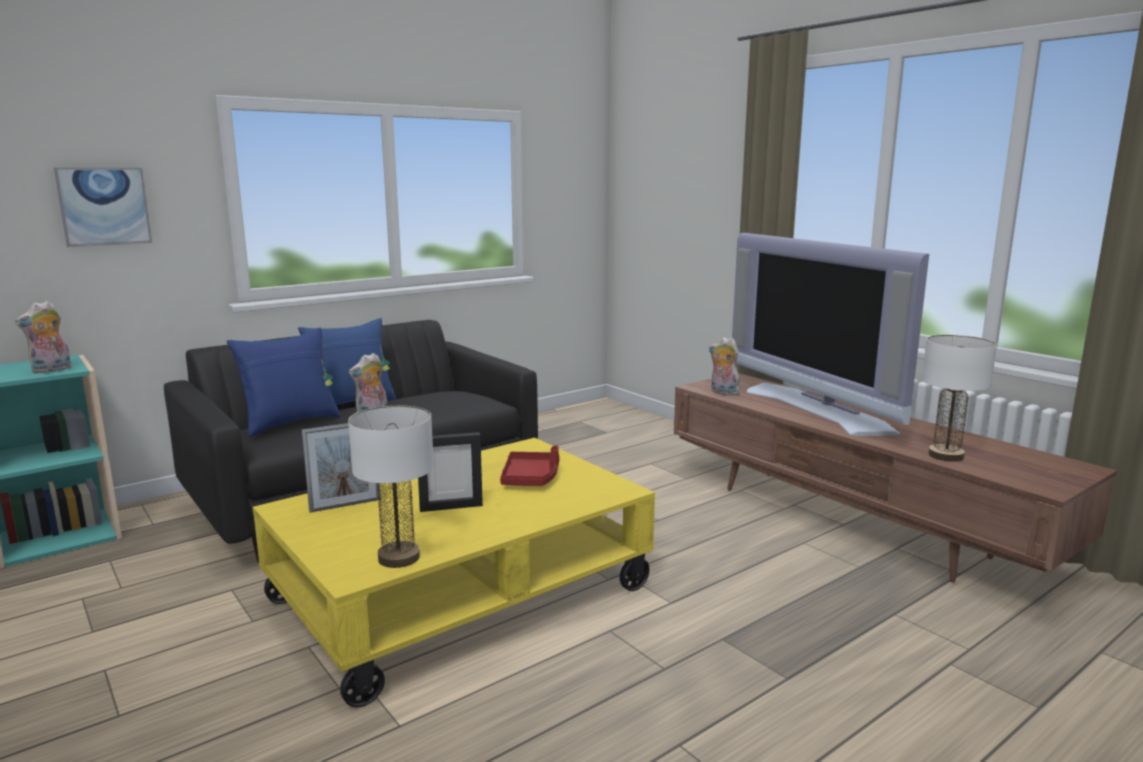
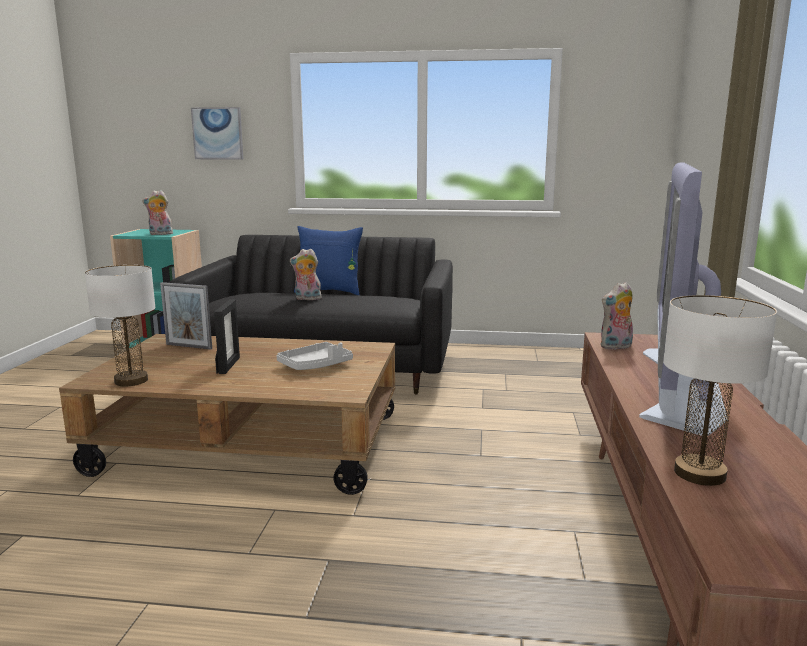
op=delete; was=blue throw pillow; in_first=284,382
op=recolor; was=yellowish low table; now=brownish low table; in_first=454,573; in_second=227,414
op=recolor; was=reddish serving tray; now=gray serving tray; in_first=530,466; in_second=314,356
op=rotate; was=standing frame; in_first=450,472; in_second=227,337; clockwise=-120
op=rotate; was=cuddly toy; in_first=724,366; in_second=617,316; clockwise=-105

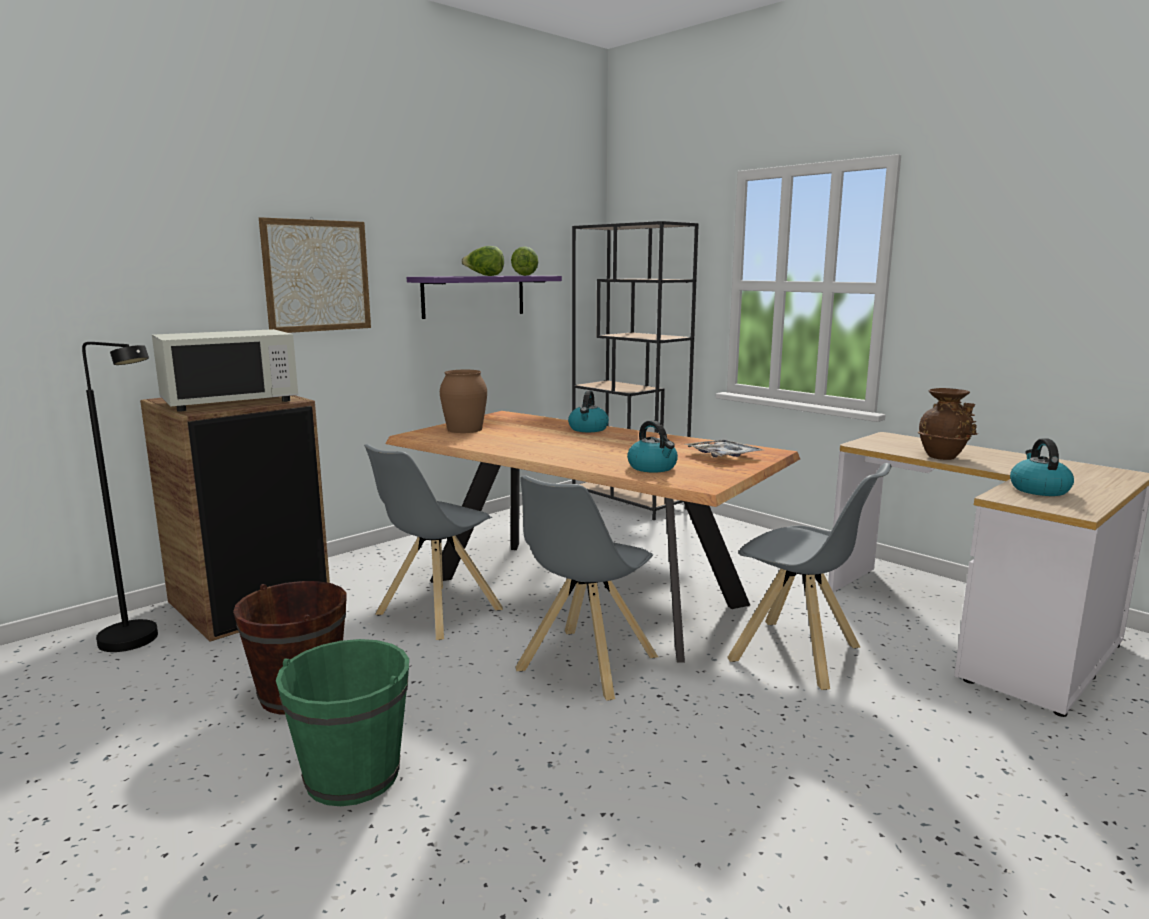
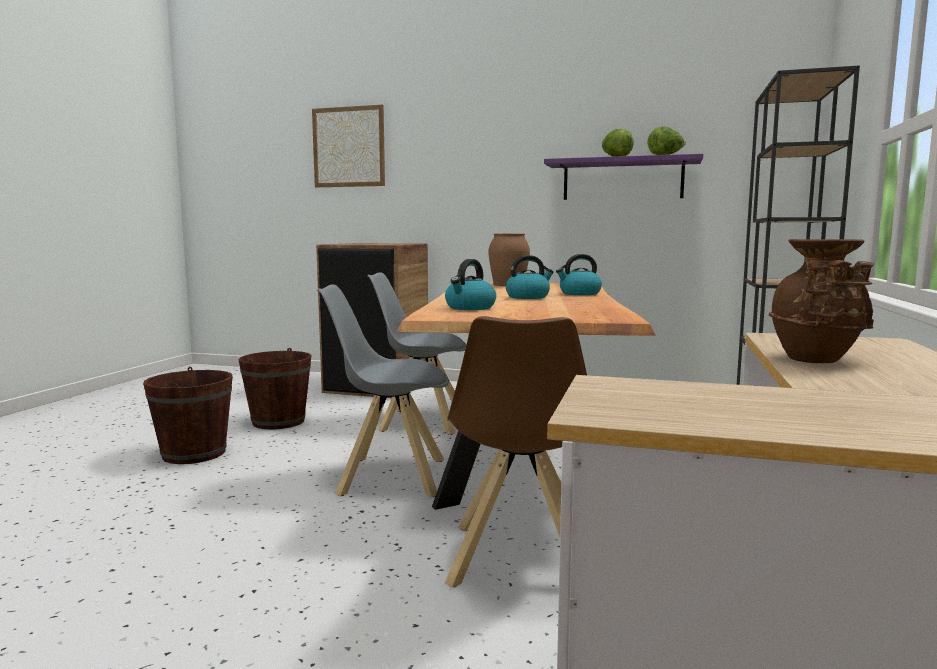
op=delete; was=black-coloured floor lamp; in_first=120,497
op=delete; was=white microwave; in_first=225,370
op=delete; was=serving tray; in_first=724,448
op=move; was=picture; in_first=315,275; in_second=348,146
op=move; was=tea kettle; in_first=1042,467; in_second=530,277
op=recolor; was=green-coloured pail; now=brownish pail; in_first=342,722; in_second=188,415
op=recolor; was=gray upright chair; now=brownish upright chair; in_first=809,576; in_second=516,452

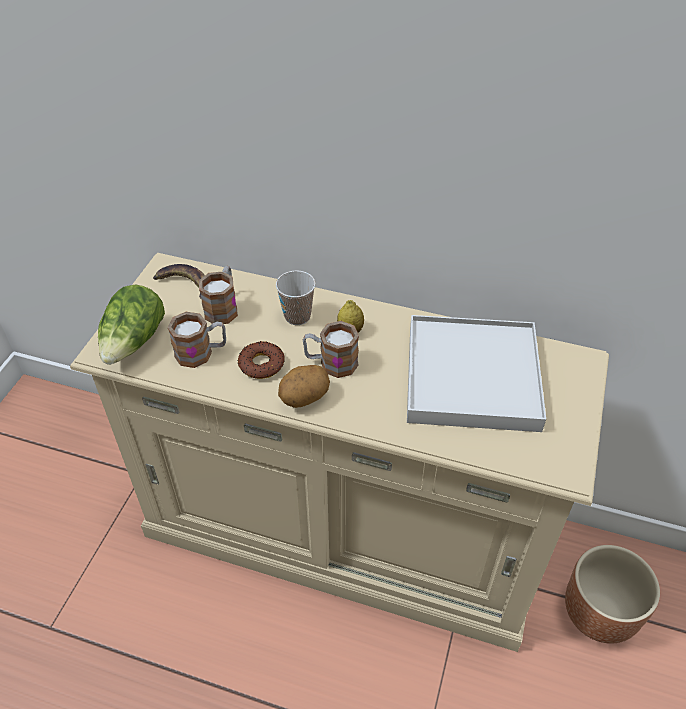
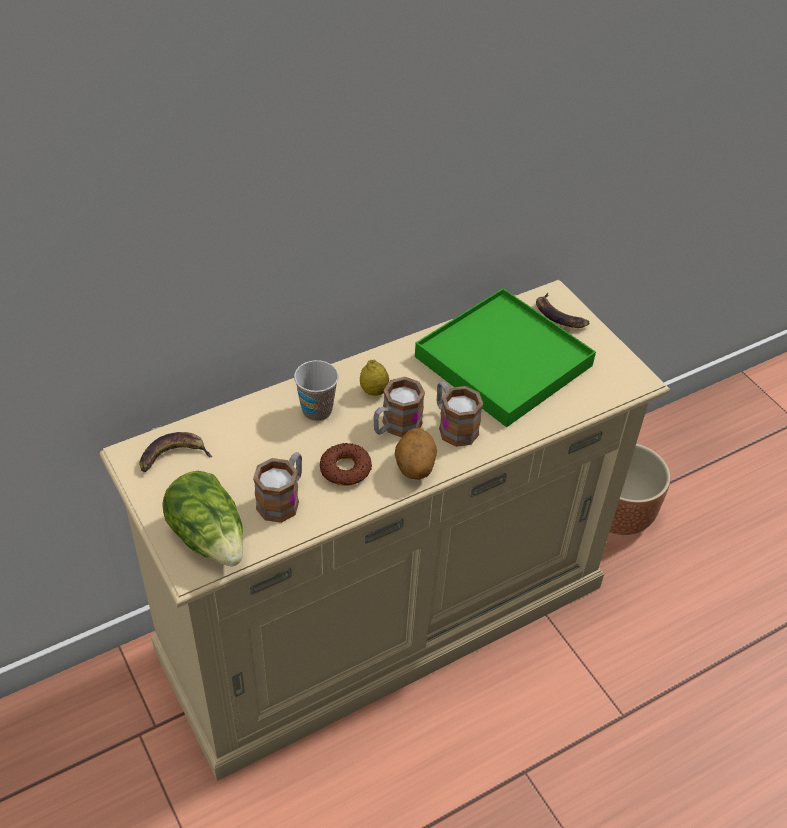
op=insert; now=banana fruit; in_second=563,310
op=move; was=tea mug; in_first=218,295; in_second=460,414
op=recolor; was=white serving tray; now=green-coloured serving tray; in_first=476,373; in_second=505,357

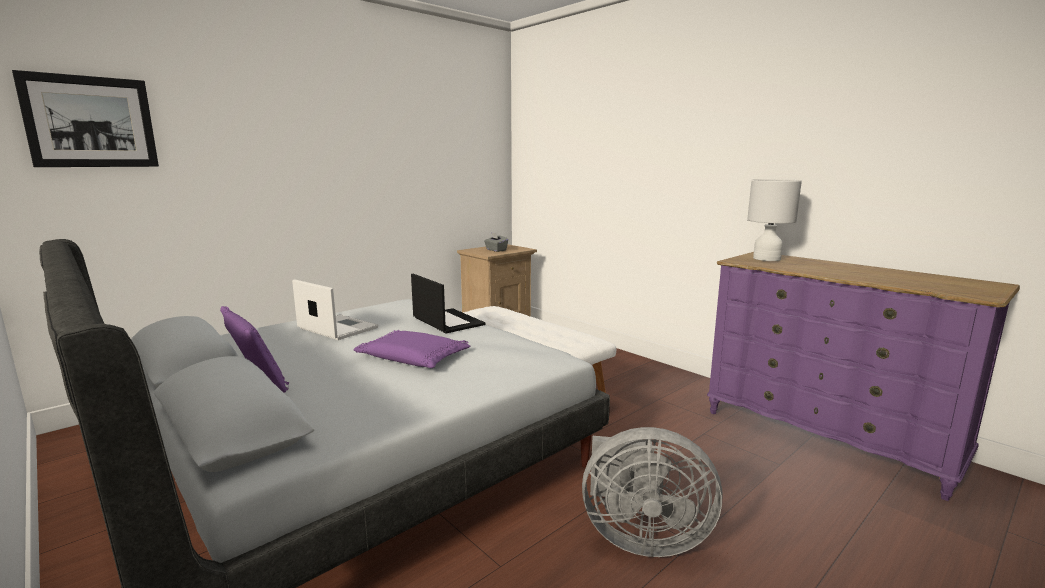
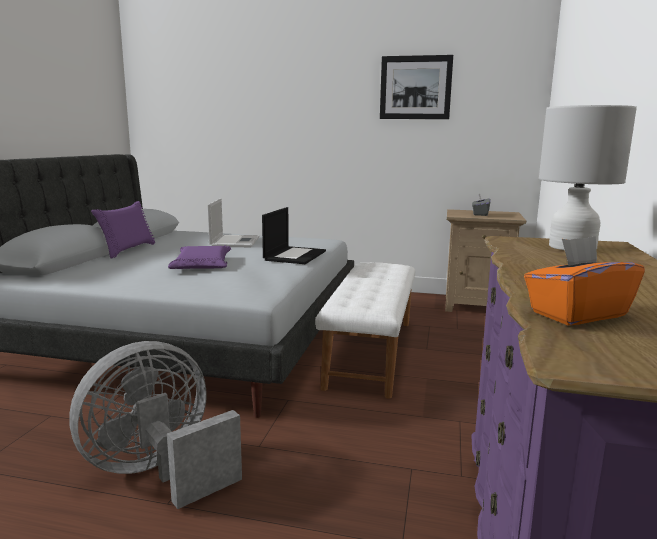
op=insert; now=orange-coloured tissue box; in_second=584,280
op=move; was=picture; in_first=85,118; in_second=416,87
op=rotate; was=gray fan; in_first=652,492; in_second=155,425; clockwise=75

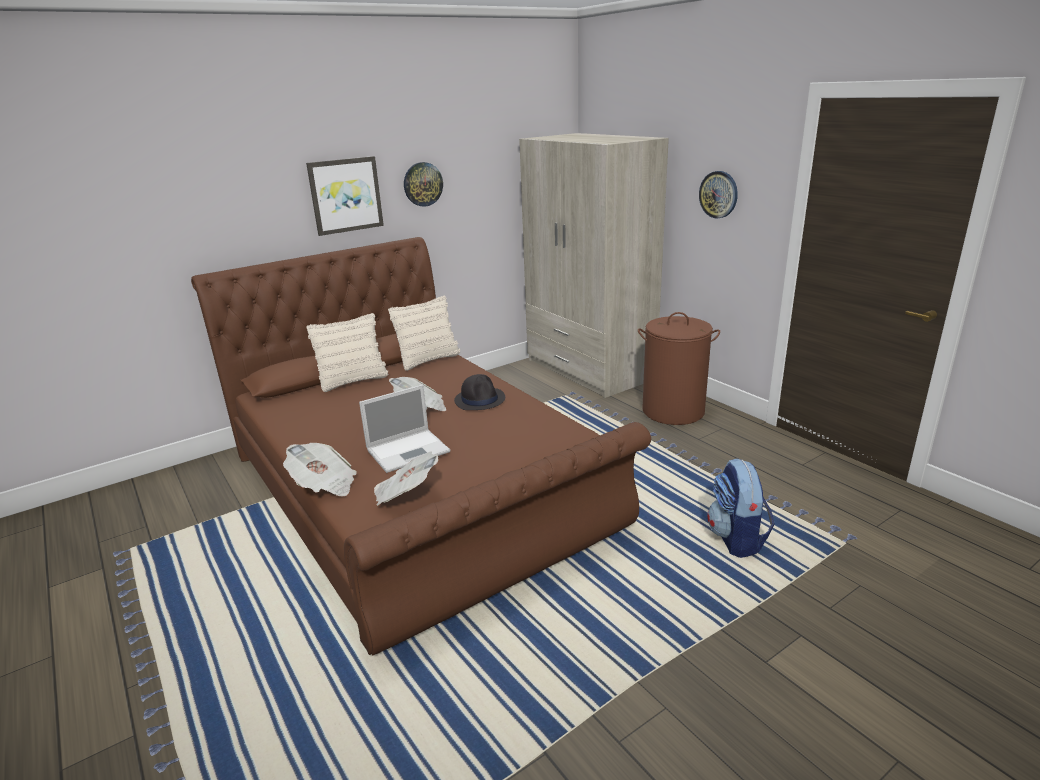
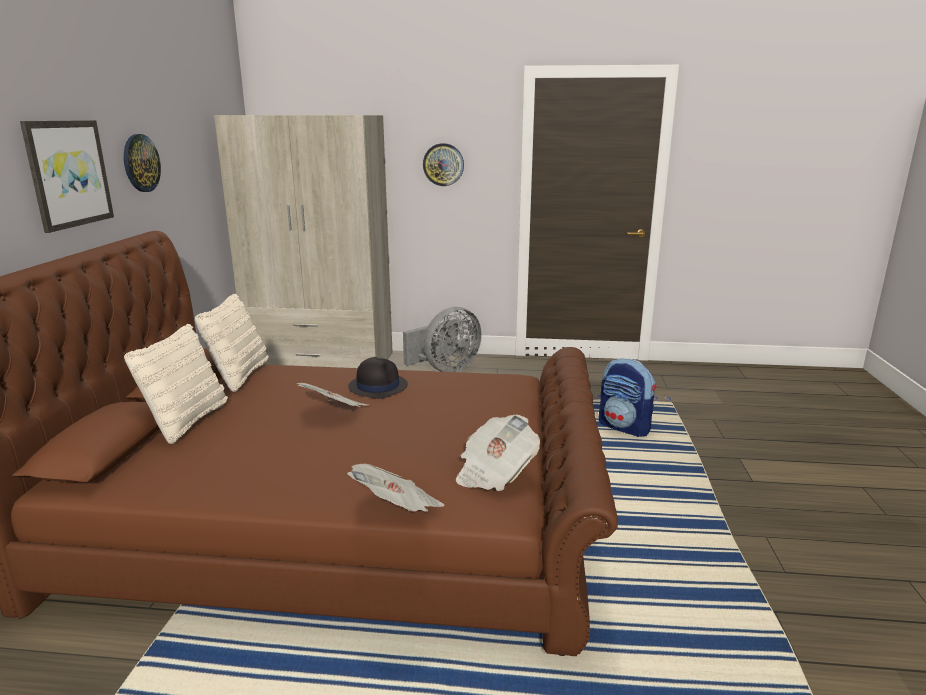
op=delete; was=notebook computer; in_first=404,429
op=replace; was=brownish washing basket; now=gray fan; in_first=679,368; in_second=442,339

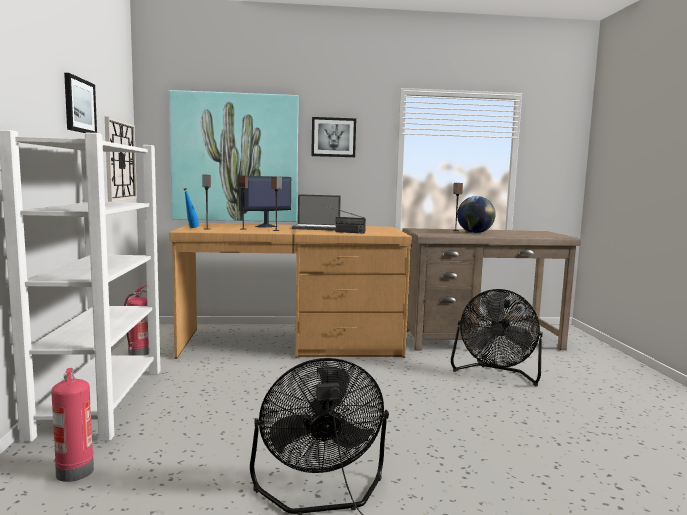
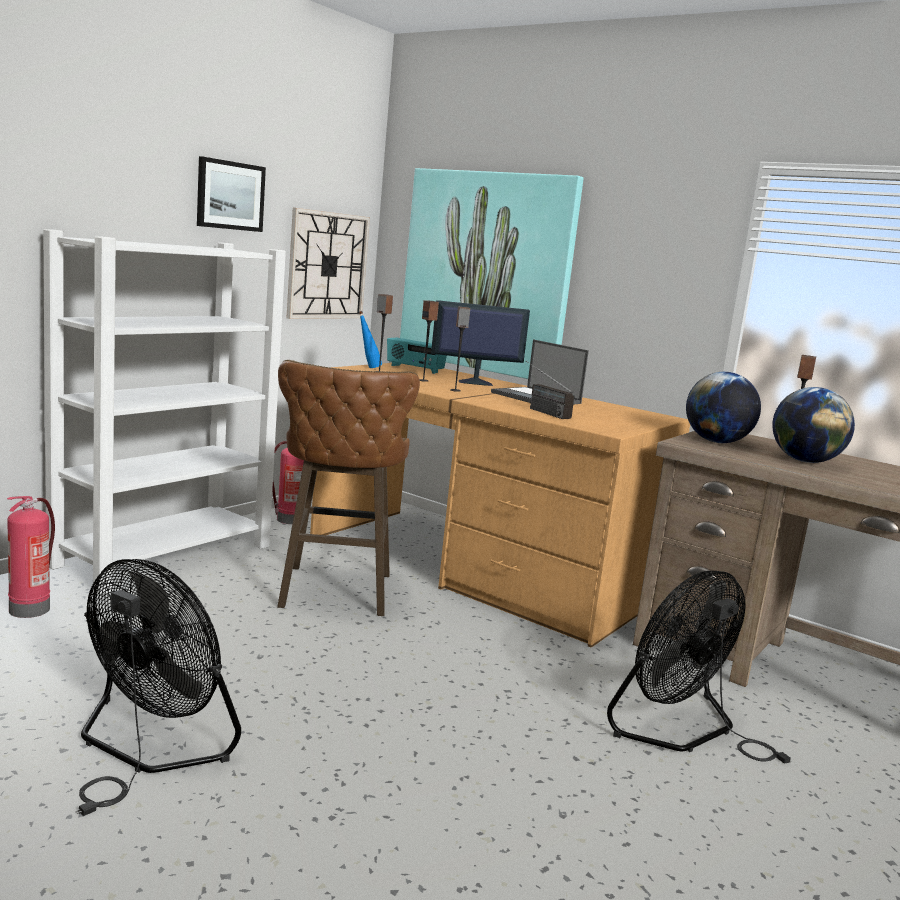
op=delete; was=picture; in_first=333,137
op=insert; now=brownish stool seat; in_second=348,488
op=insert; now=radio receiver; in_second=417,355
op=insert; now=desk globe; in_second=723,407
op=rotate; was=black-coloured fan; in_first=497,337; in_second=699,667; clockwise=75

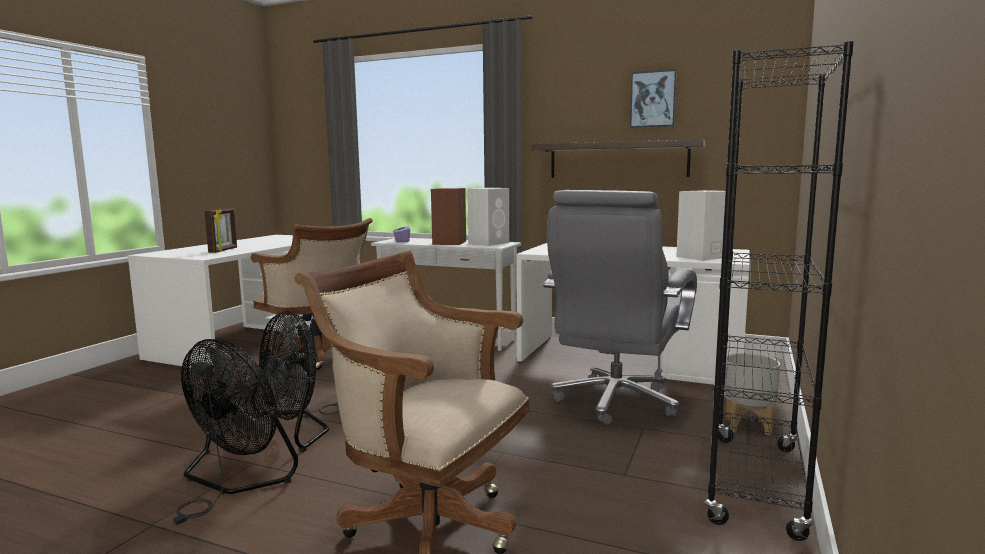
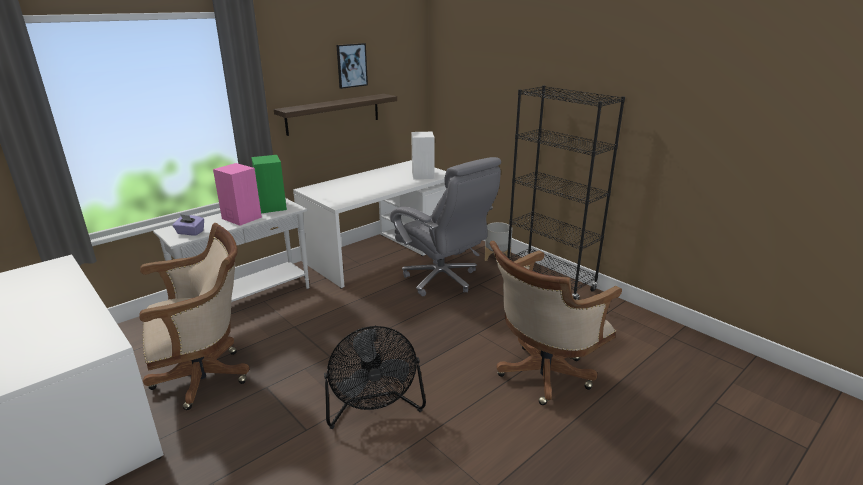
op=delete; was=black-coloured fan; in_first=234,432
op=delete; was=standing frame; in_first=220,230
op=recolor; was=brownish audio speaker; now=pink-coloured audio speaker; in_first=448,216; in_second=237,194
op=recolor; was=white audio speaker; now=green-coloured audio speaker; in_first=488,217; in_second=269,184

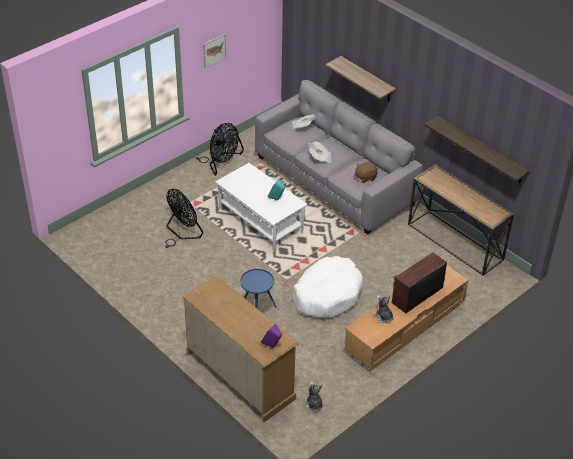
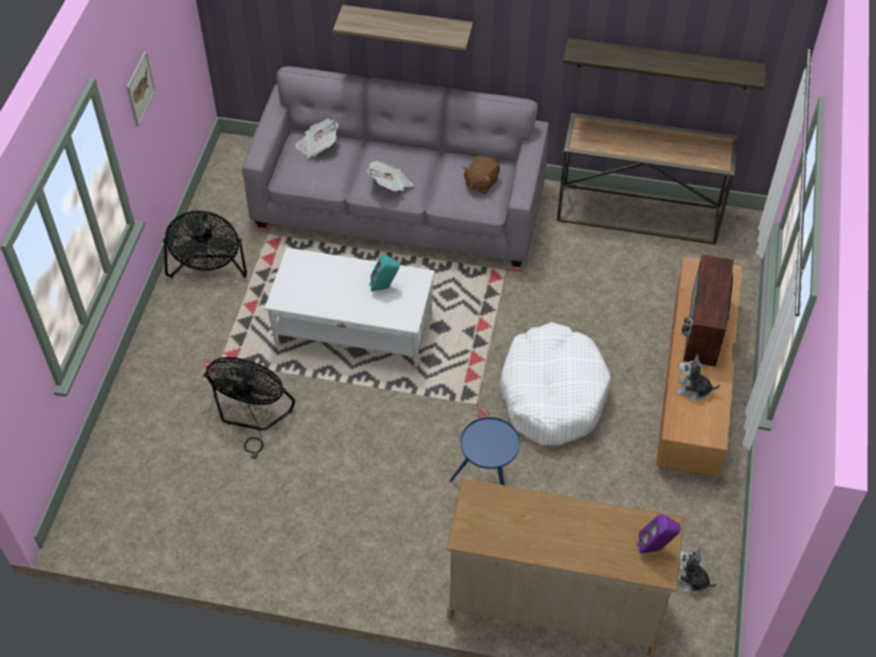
op=rotate; was=black-coloured fan; in_first=220,149; in_second=205,244; clockwise=90

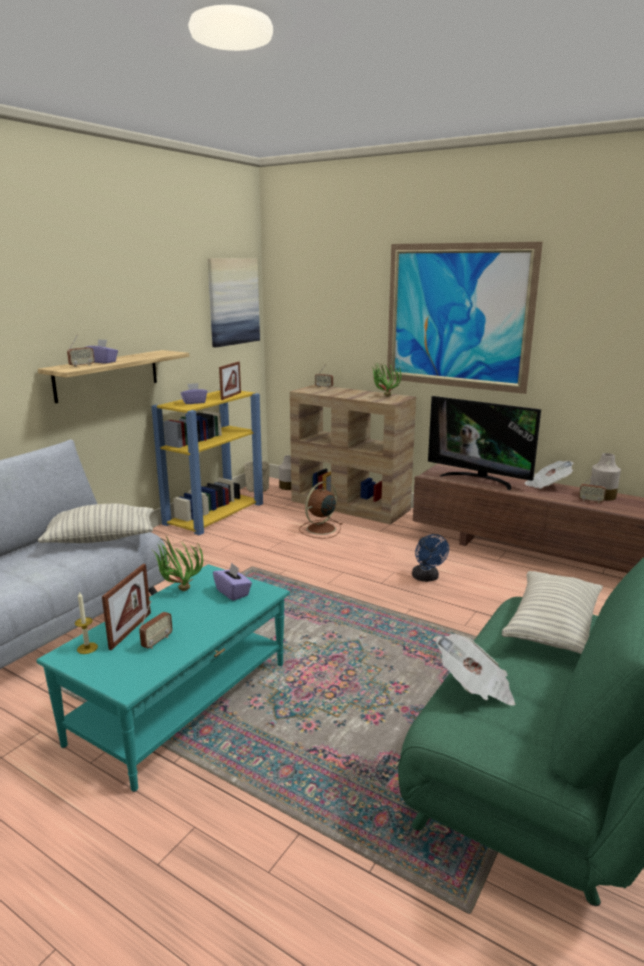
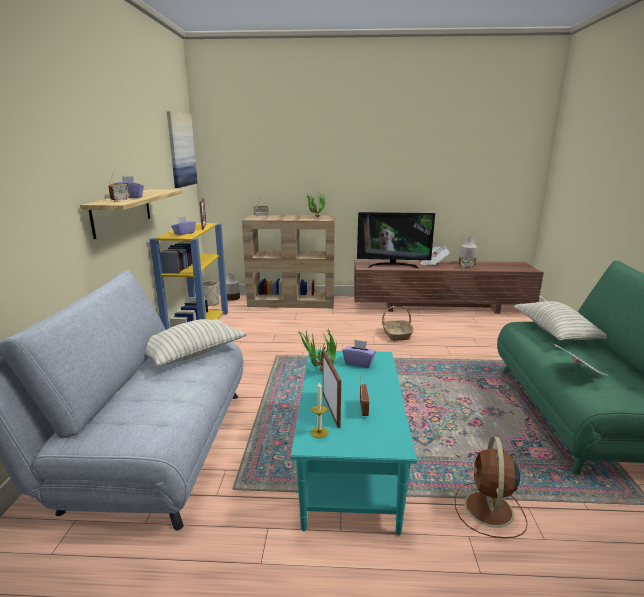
op=delete; was=picture; in_first=465,318
op=move; was=brownish fan; in_first=320,510; in_second=491,487
op=replace; was=blue fan; now=storage basket; in_first=430,558; in_second=398,323

